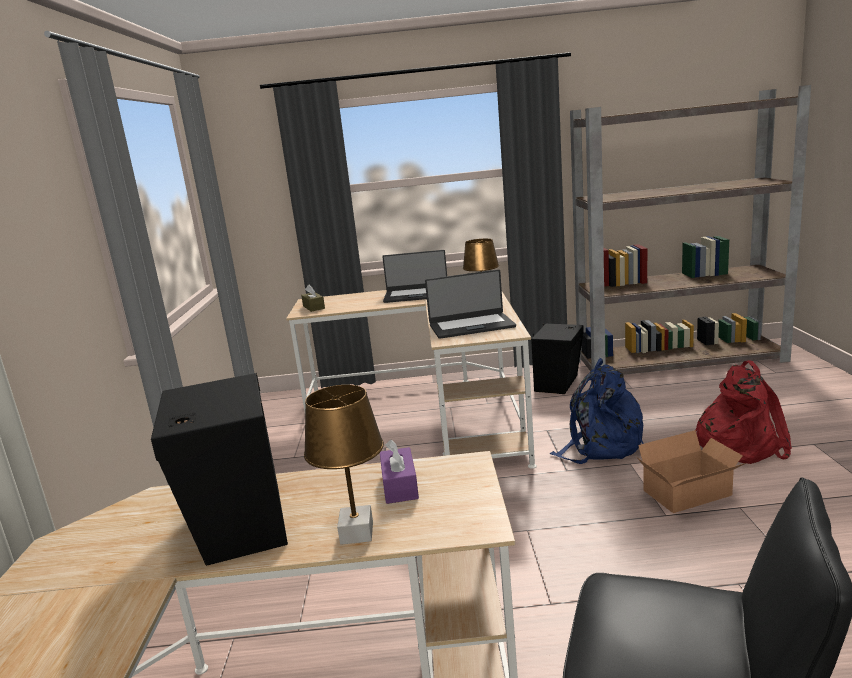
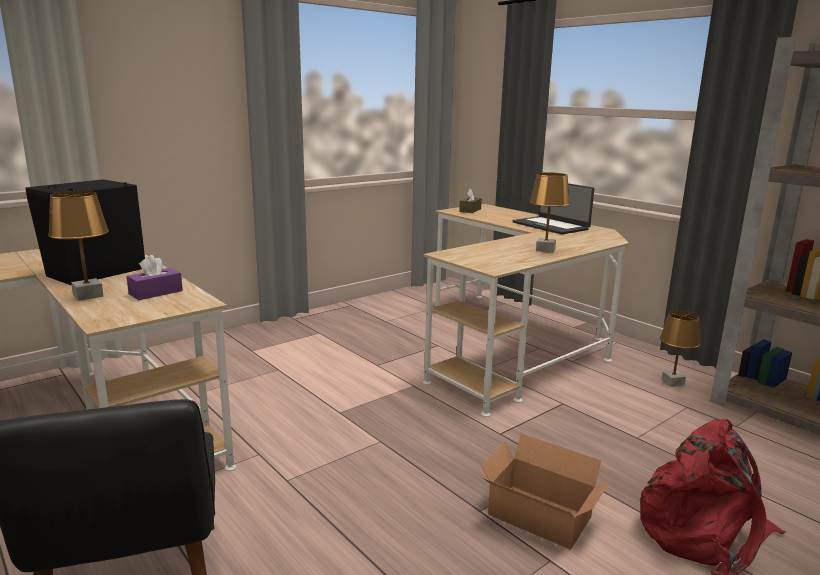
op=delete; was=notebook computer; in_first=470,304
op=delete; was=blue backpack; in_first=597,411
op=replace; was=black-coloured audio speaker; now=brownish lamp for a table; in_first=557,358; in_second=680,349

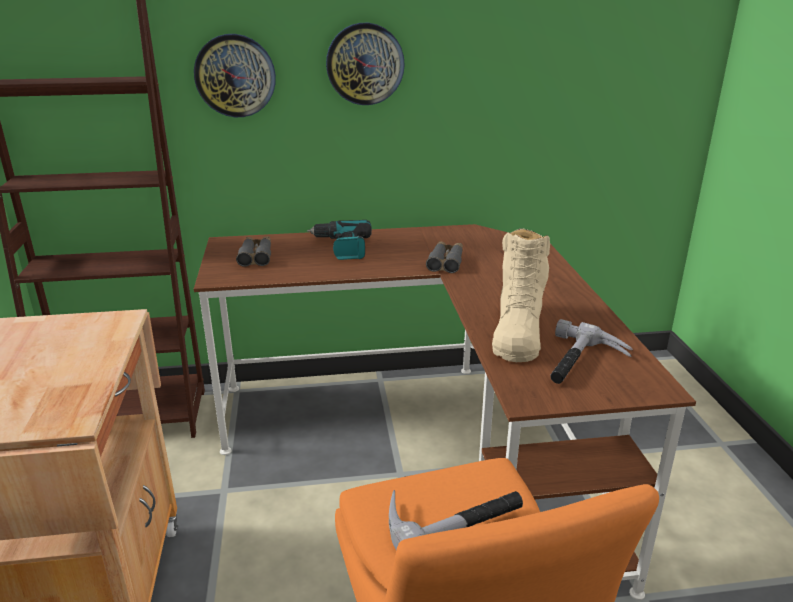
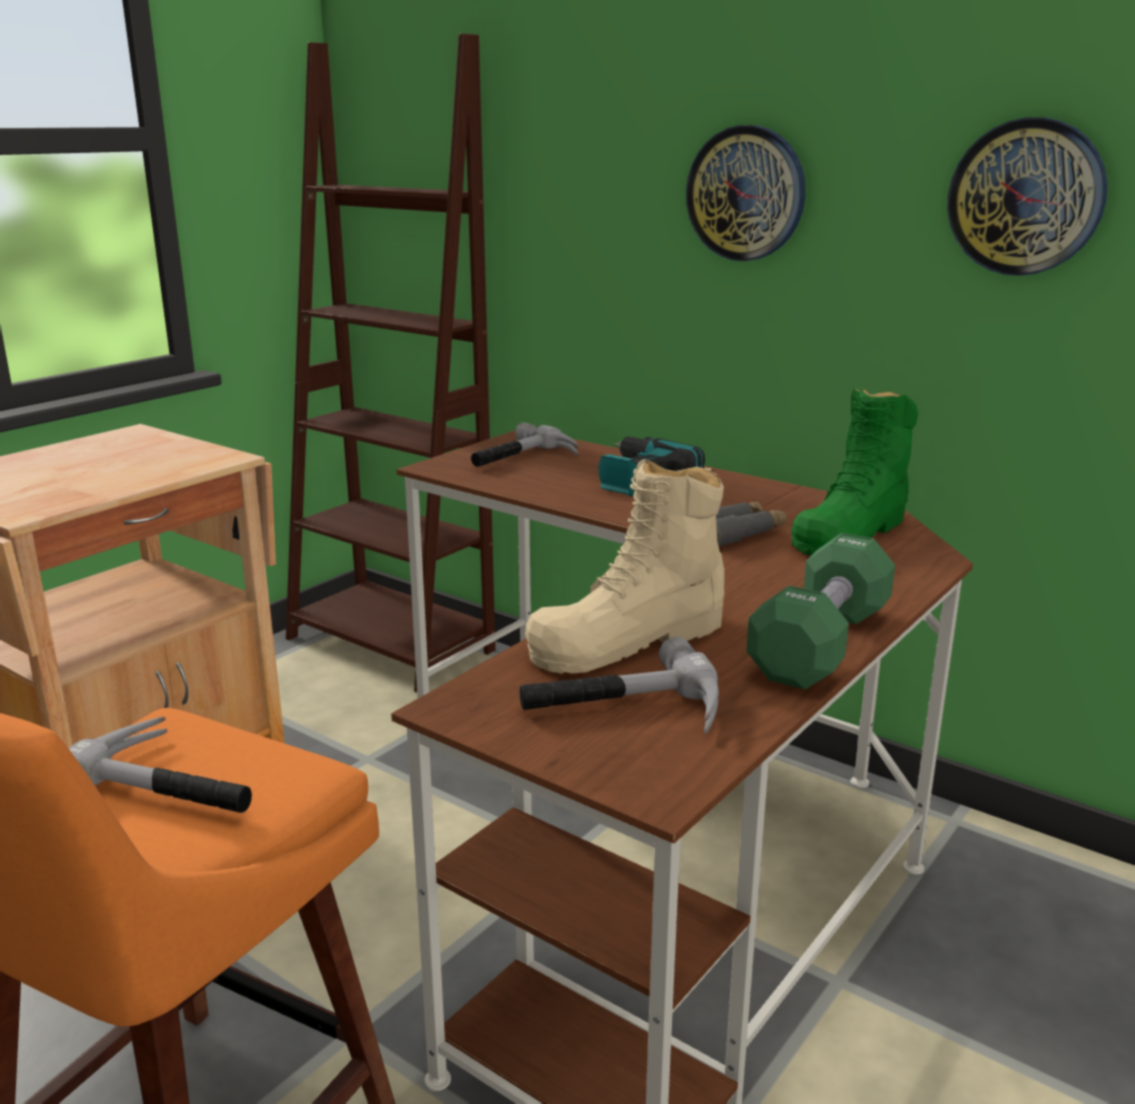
op=insert; now=green-coloured hand weight; in_second=820,611
op=insert; now=green-coloured high-top boot; in_second=854,472
op=move; was=clock on the wall; in_first=235,75; in_second=1027,196
op=replace; was=gray field glasses; now=hammer; in_first=253,251; in_second=525,444

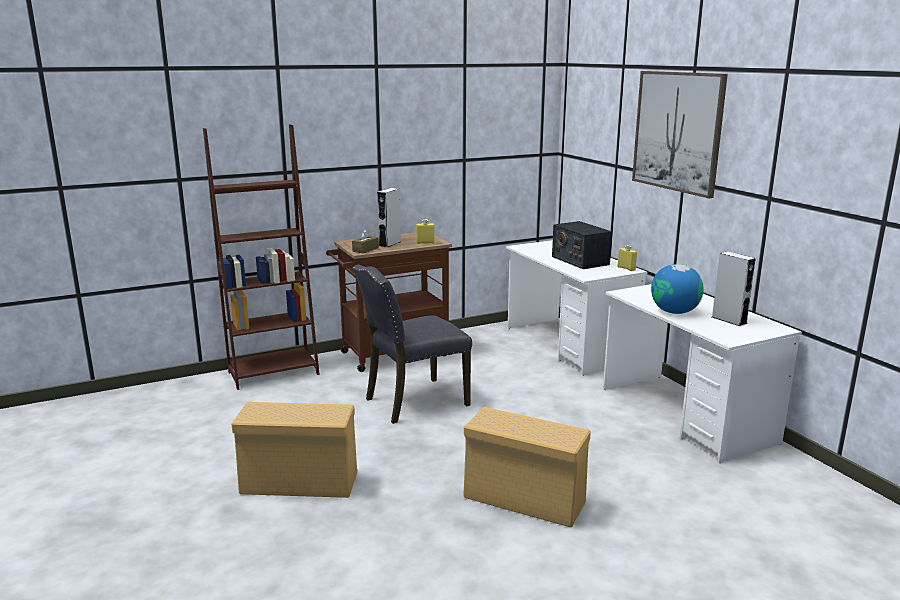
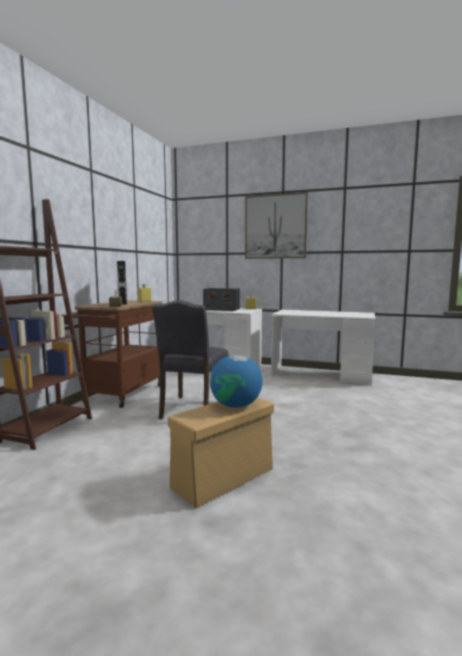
op=delete; was=sand-coloured storage box; in_first=527,467
op=delete; was=gray audio speaker; in_first=734,288
op=move; was=desk globe; in_first=677,289; in_second=236,381

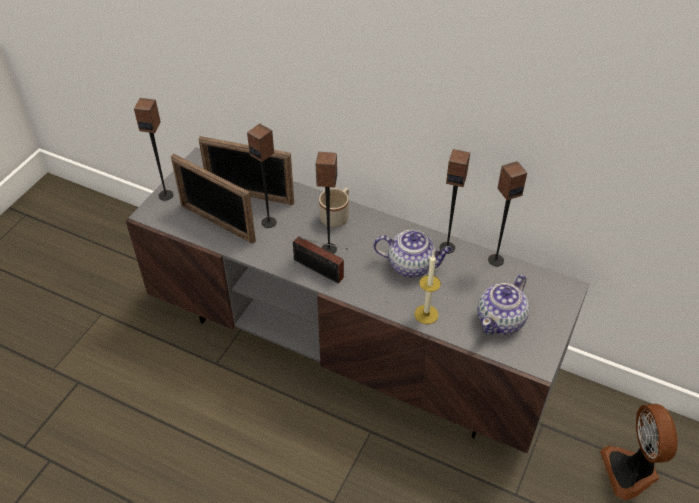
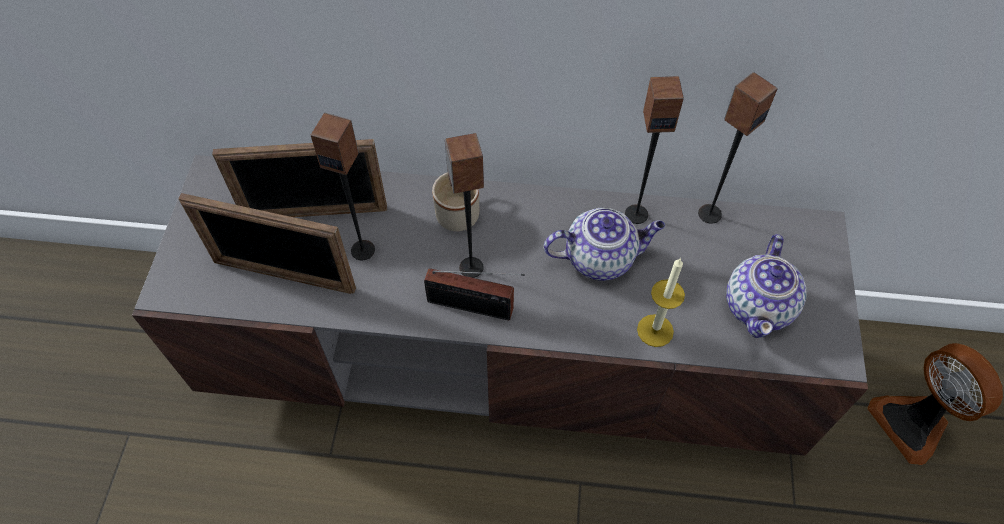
op=delete; was=audio speaker; in_first=153,149

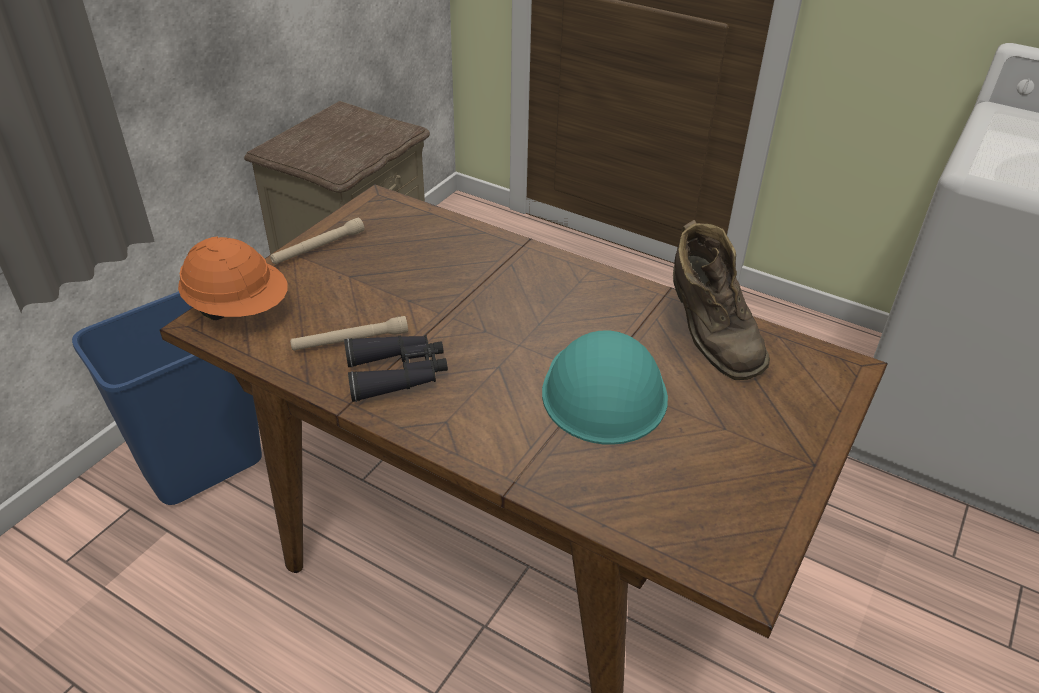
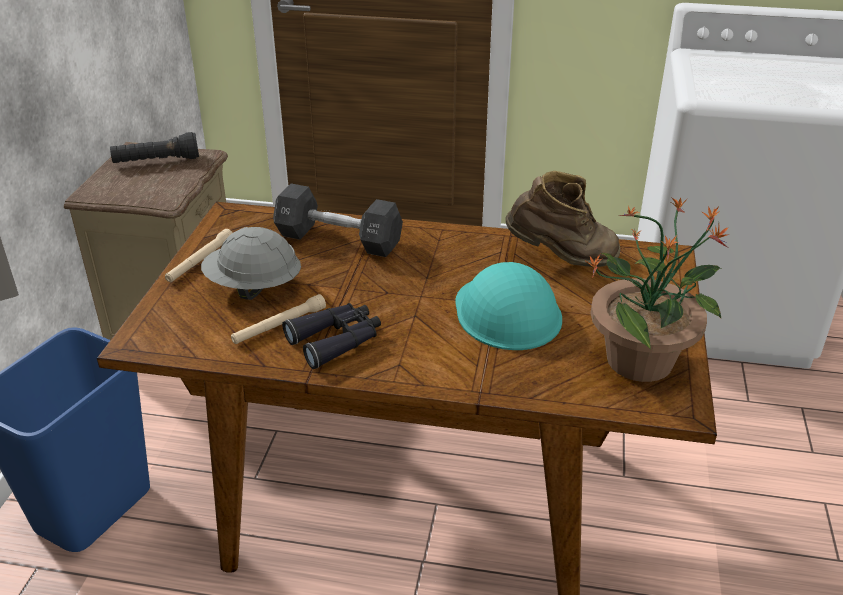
op=delete; was=orange-coloured hard hat; in_first=233,278
op=insert; now=black-coloured flashlight; in_second=154,147
op=insert; now=gray hard hat; in_second=251,263
op=insert; now=black-coloured hand weight; in_second=338,220
op=insert; now=potted plant; in_second=657,289
op=rotate; was=brownish high-top boot; in_first=721,300; in_second=563,219; clockwise=-45

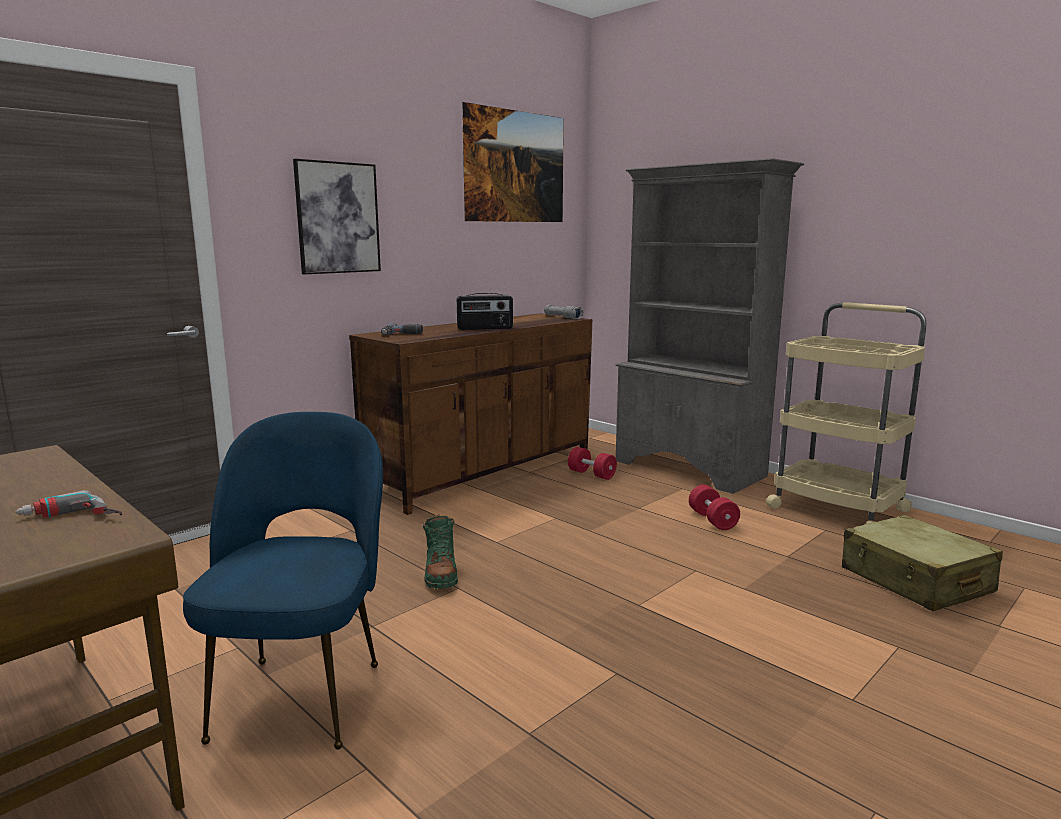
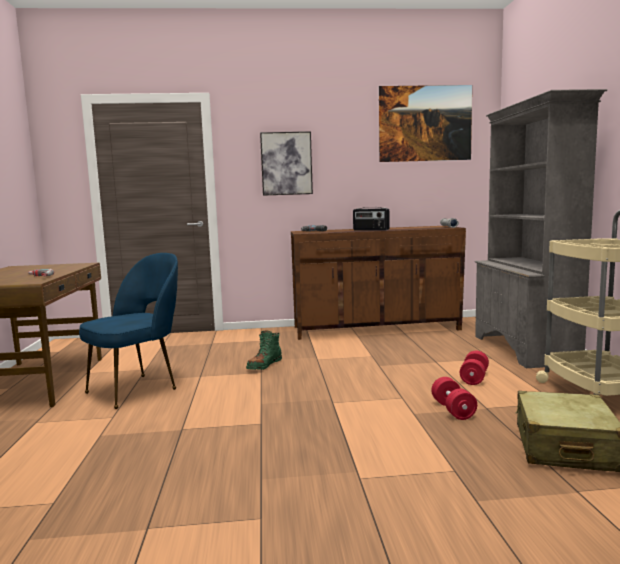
op=move; was=reddish hand weight; in_first=592,463; in_second=454,398

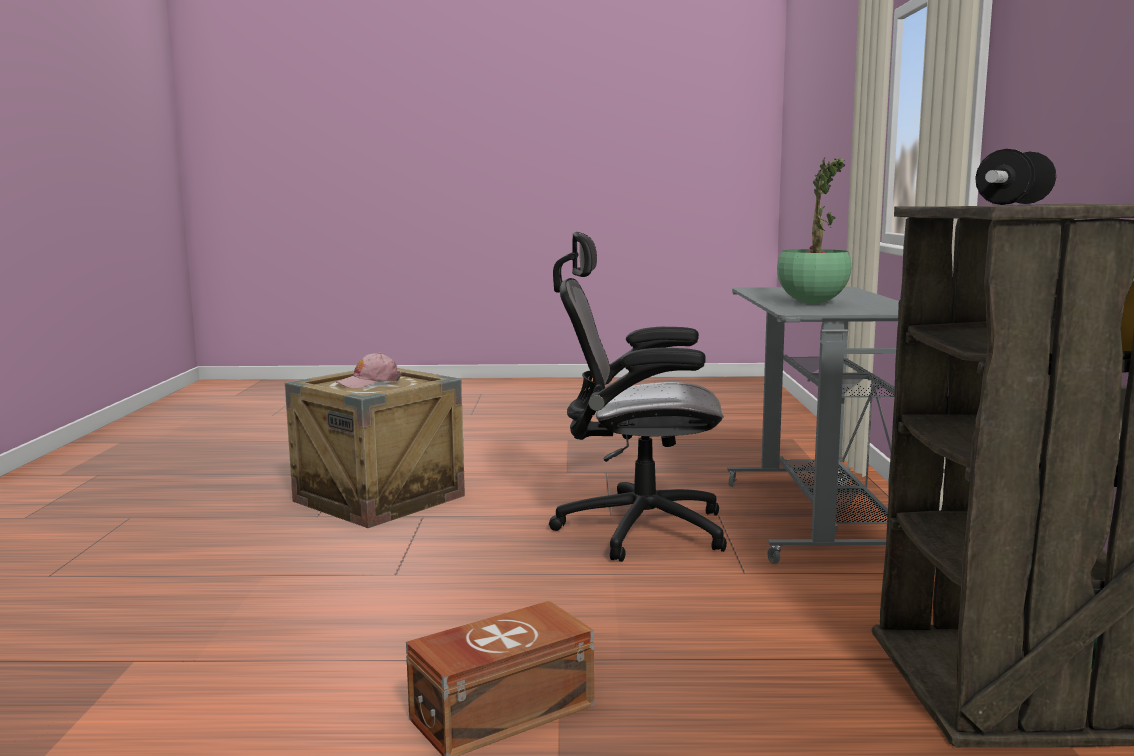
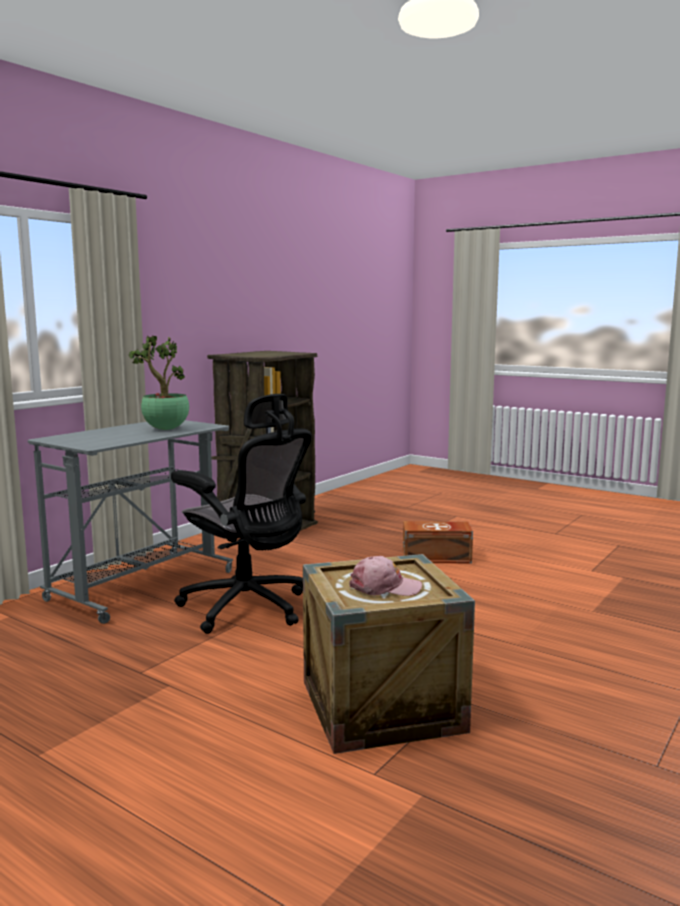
op=delete; was=hand weight; in_first=1015,177

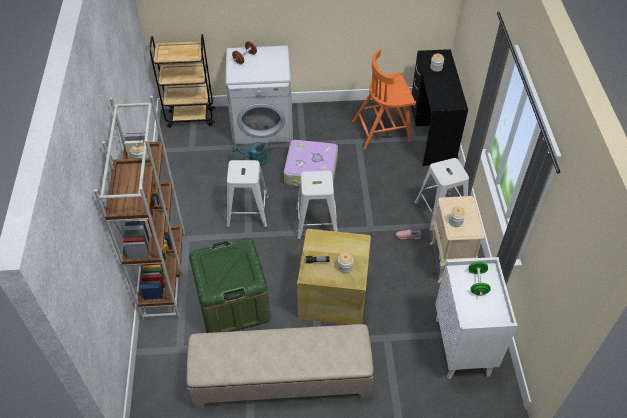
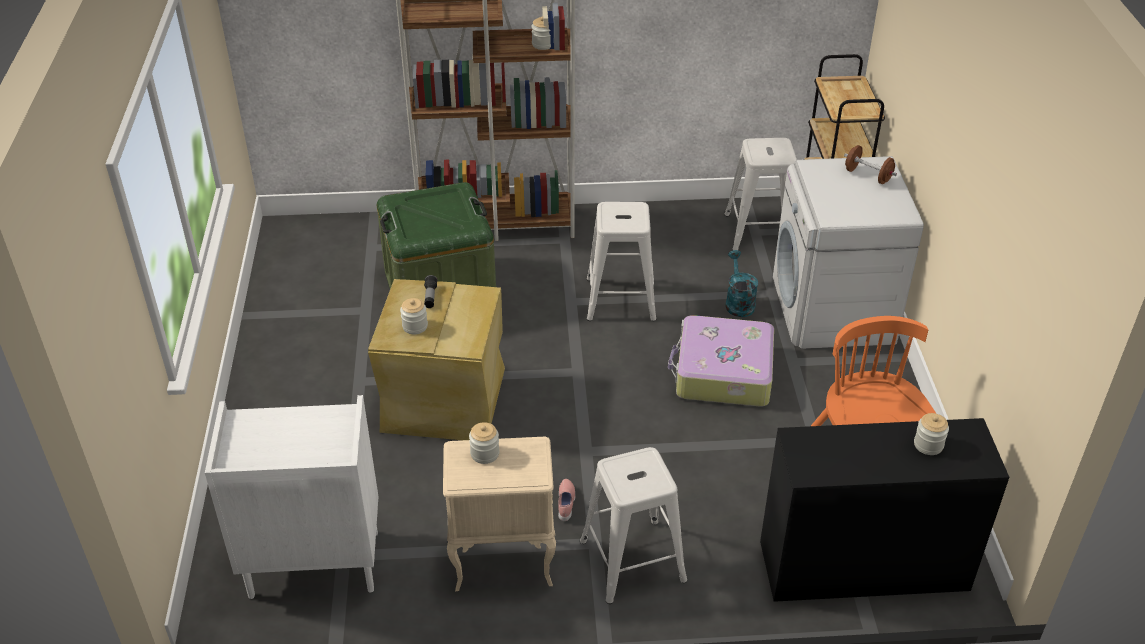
op=delete; was=sand-coloured bench; in_first=280,366
op=delete; was=green-coloured hand weight; in_first=480,278
op=move; was=white stool seat; in_first=317,205; in_second=760,194

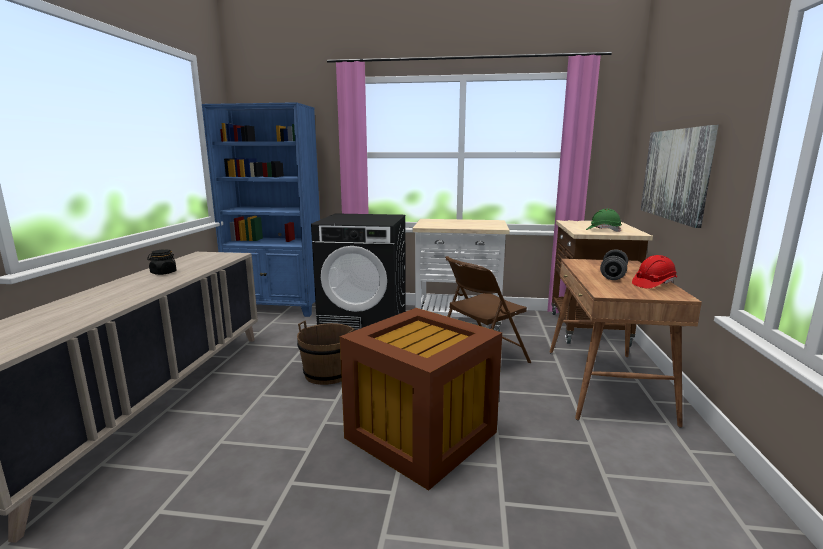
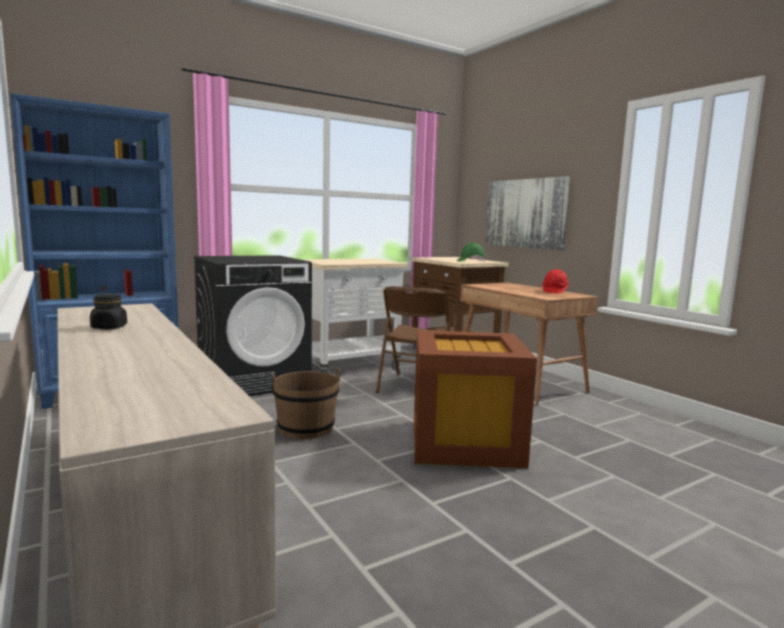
op=delete; was=gray hand weight; in_first=614,264

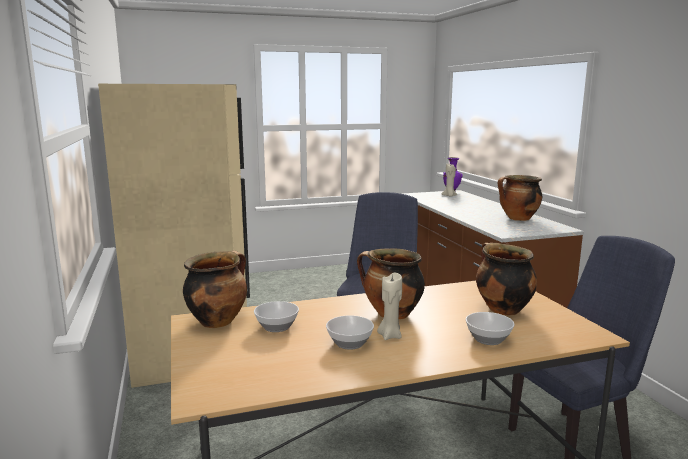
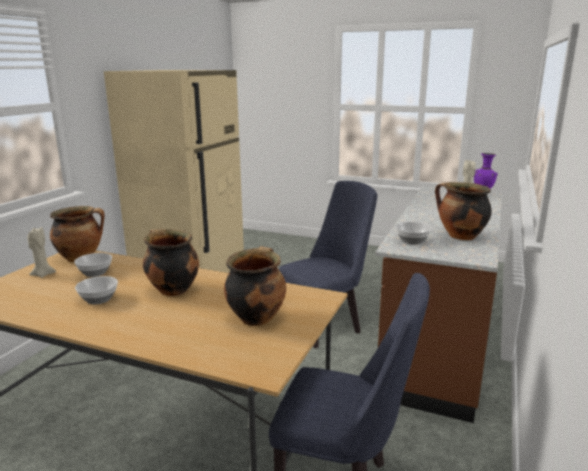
op=move; was=sand-coloured candle; in_first=389,306; in_second=42,252
op=move; was=serving bowl; in_first=490,328; in_second=413,233

